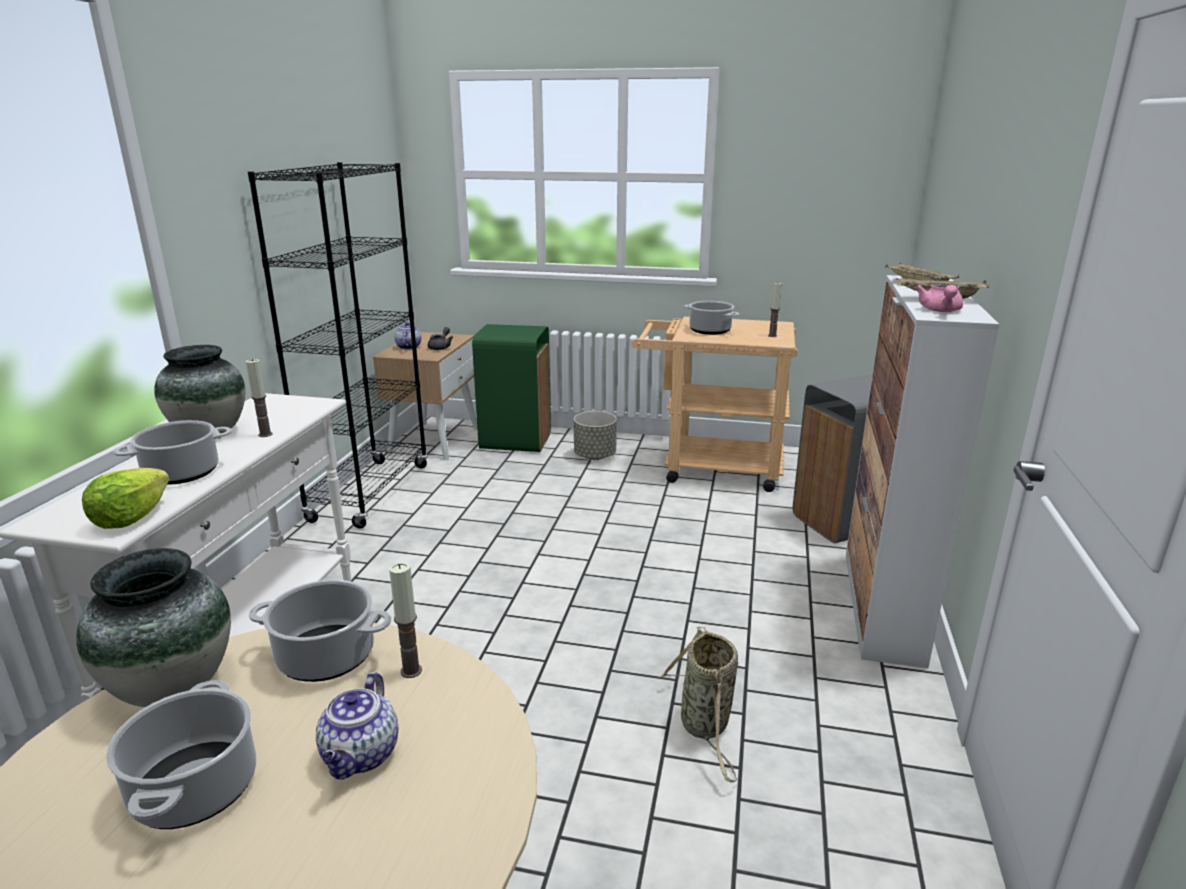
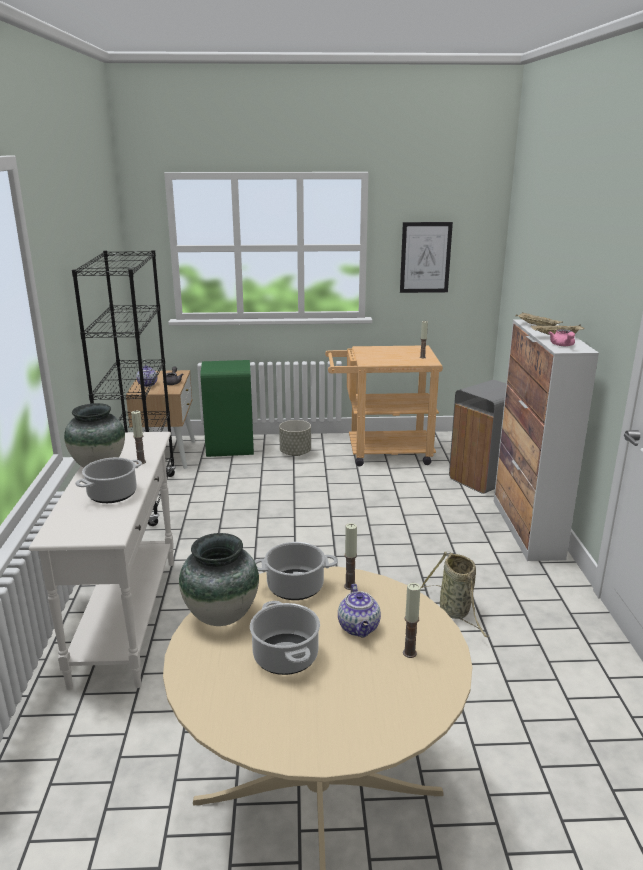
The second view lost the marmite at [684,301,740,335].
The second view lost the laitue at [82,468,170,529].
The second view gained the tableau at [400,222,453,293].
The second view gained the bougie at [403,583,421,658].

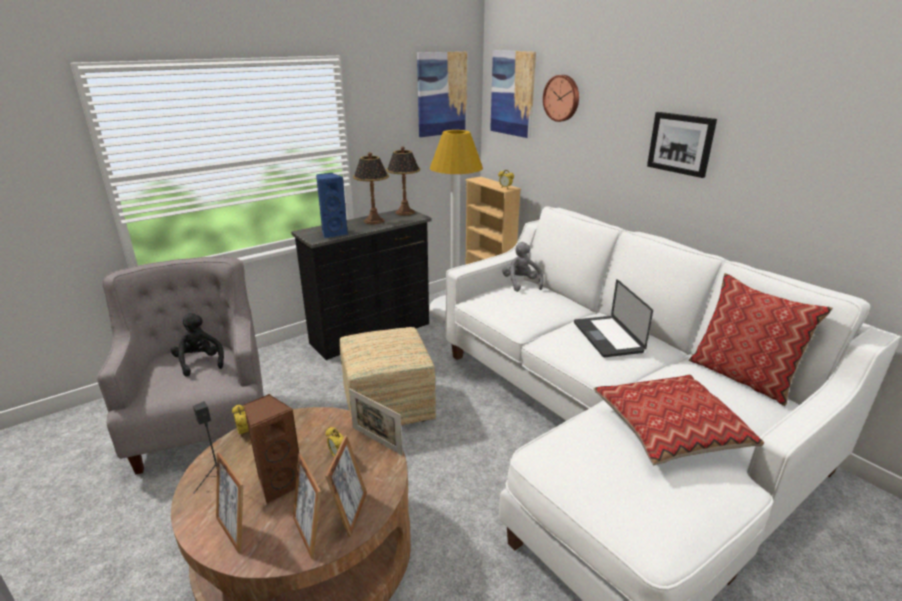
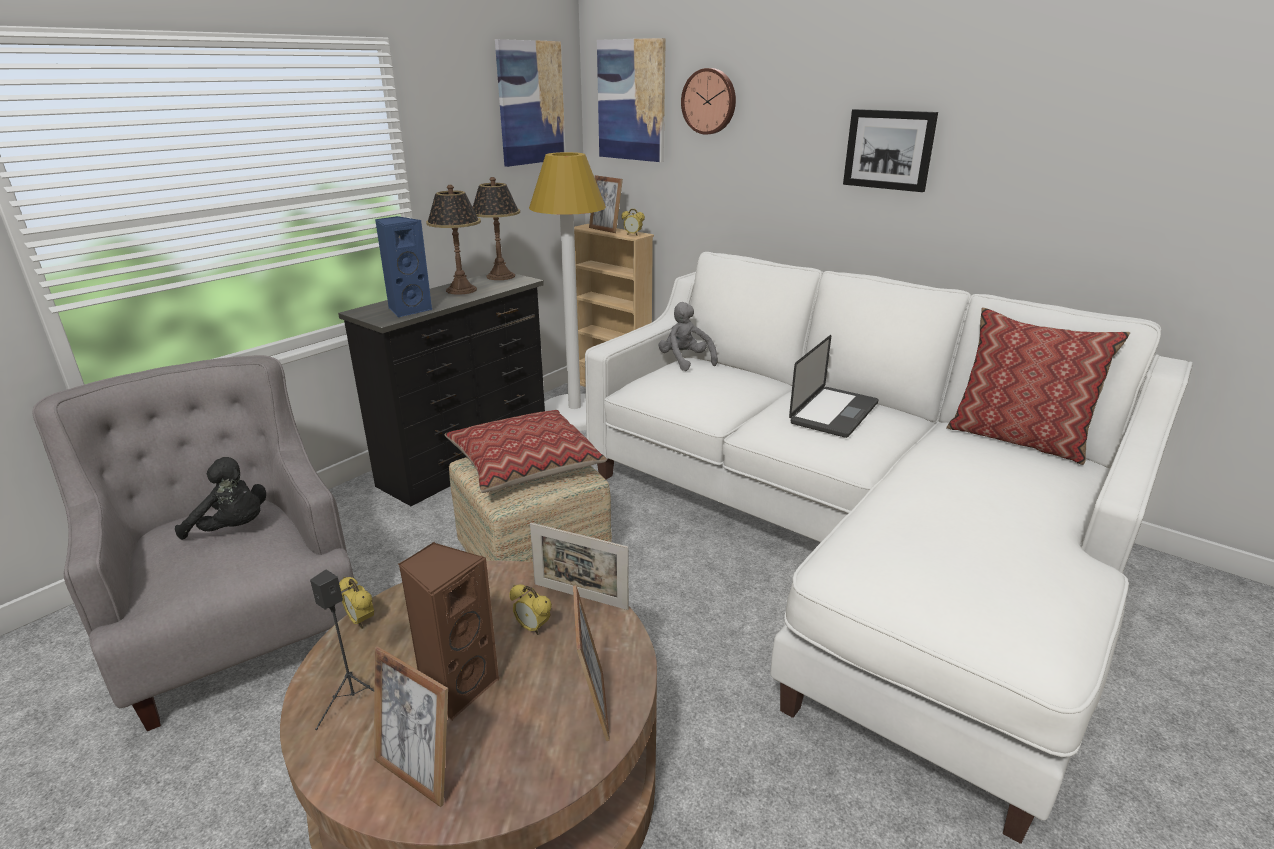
The ordinateur portable at [574,279,653,357] ended up facing another way, 120 degrees counterclockwise from before.
The peluche/noir at [171,313,224,377] ended up facing another way, 150 degrees clockwise from before.
The coussin ended up elsewhere, having gone from [593,375,764,465] to [444,410,607,493].
The cadre photo ended up elsewhere, having gone from [293,453,321,559] to [589,175,623,233].

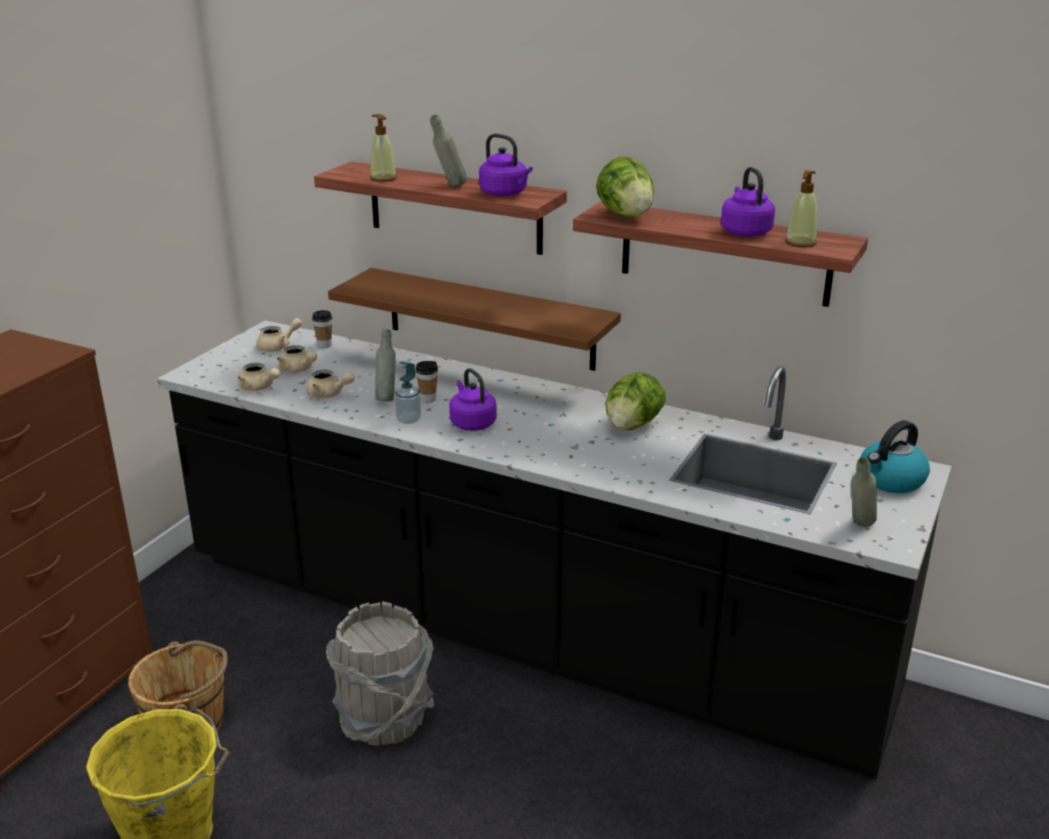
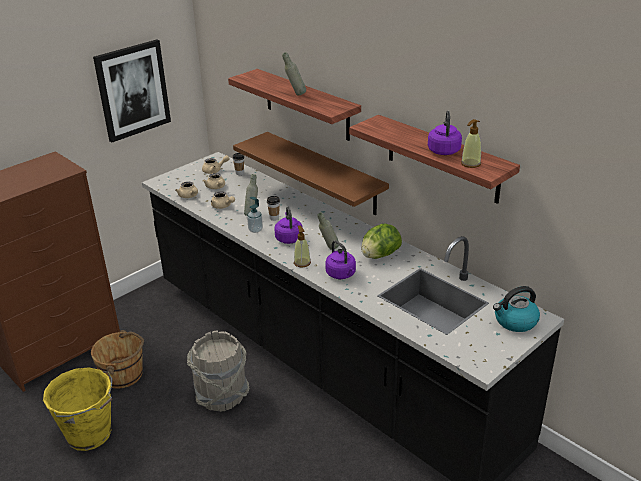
The distributeur de savon ended up elsewhere, having gone from [370,114,397,182] to [294,225,311,268].
The bouilloire/violet ended up elsewhere, having gone from [479,134,533,196] to [325,240,356,279].
The second view lost the laitue at [596,156,654,218].
The bouteille/gris ended up elsewhere, having gone from [851,457,877,527] to [317,212,339,250].
The second view gained the tableau at [93,39,171,142].

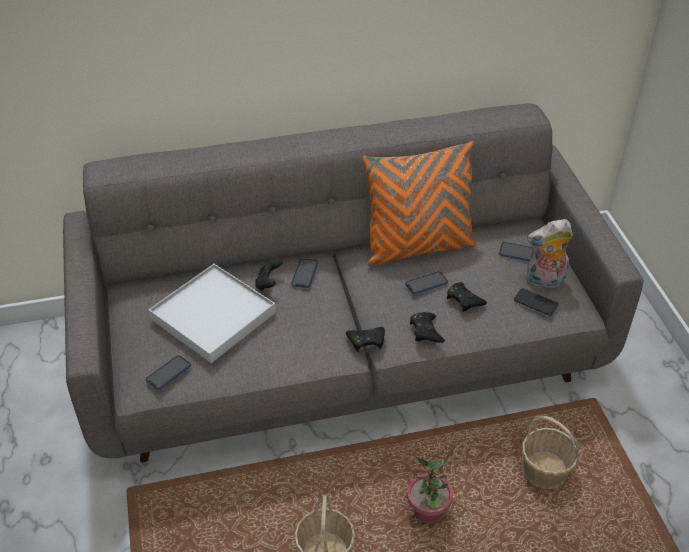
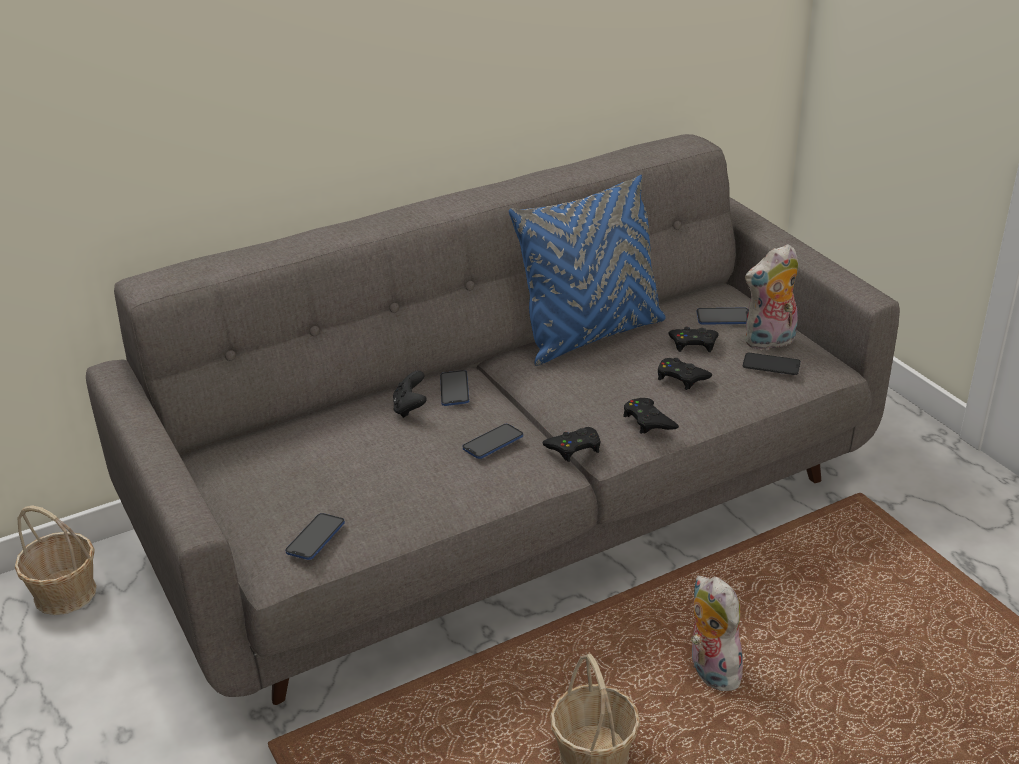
What was the coussin/orange at [362,141,476,266] turned into the coussin/bleu at [509,175,666,366].
The second view lost the plateau/blanc at [149,264,276,363].
The téléphone ended up elsewhere, having gone from [405,271,448,294] to [462,424,523,459].
The panier ended up elsewhere, having gone from [522,415,579,489] to [15,505,97,615].
Where the plante en pot stood at [407,457,453,523], the peluche came to stand at [691,576,747,691].
The second view gained the manette/noir at [668,327,719,352].

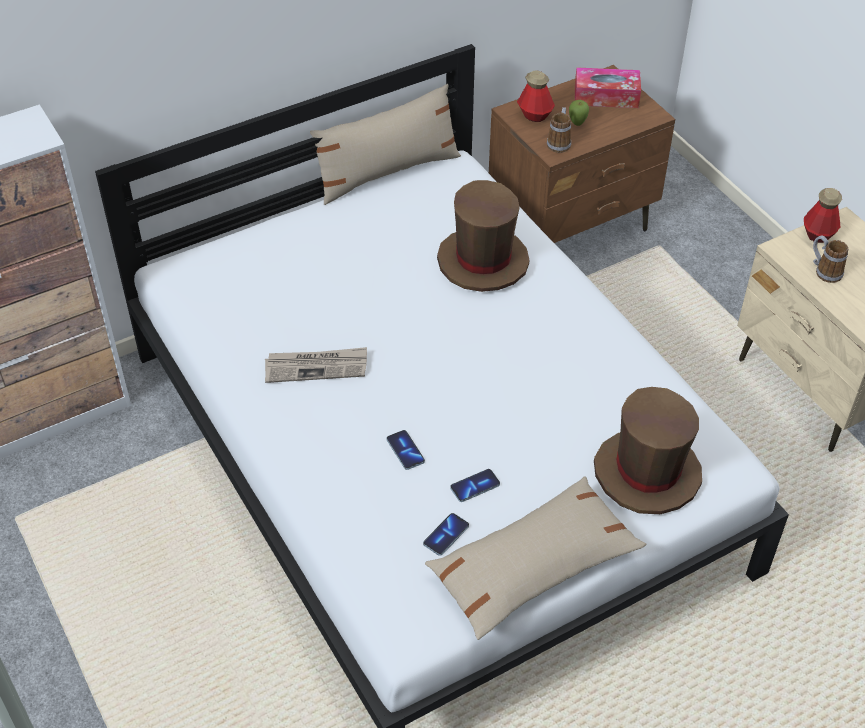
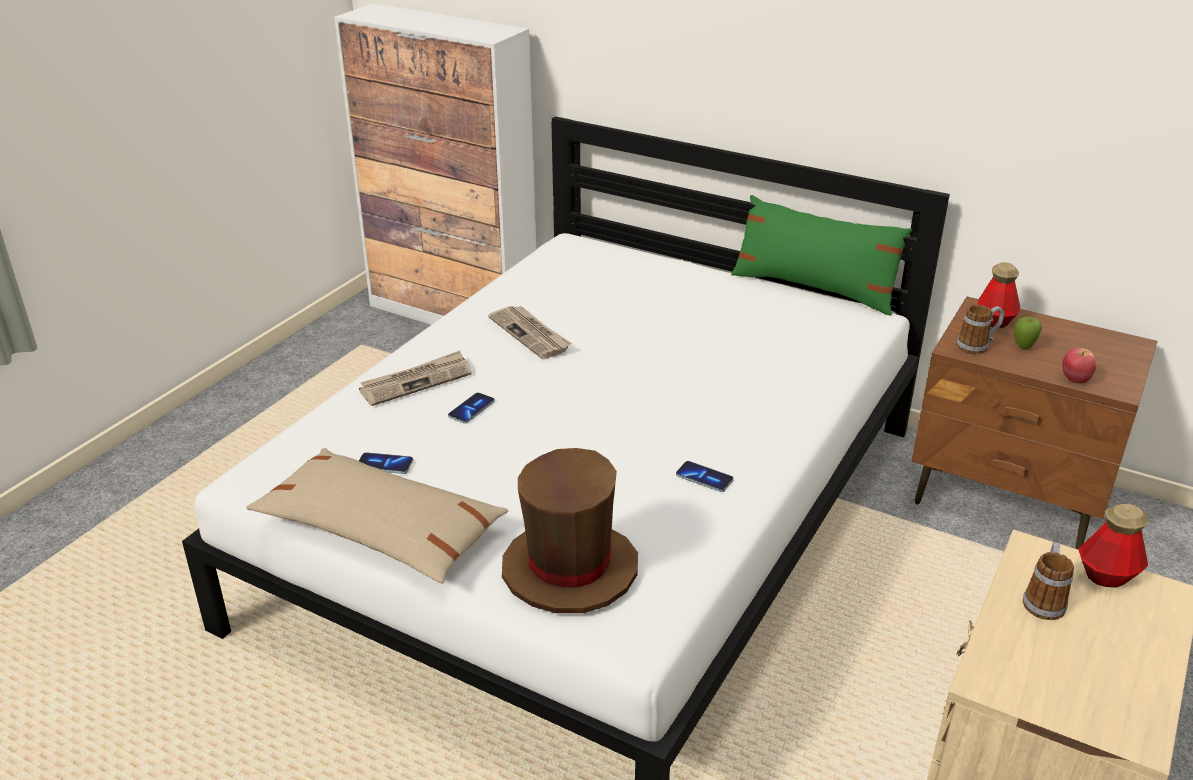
The second view lost the boîte à mouchoirs at [575,67,641,108].
What was the coussin/beige at [310,84,461,205] turned into the coussin/vert at [731,195,912,316].
The second view lost the chapeau/marron at [437,180,530,292].
The téléphone ended up elsewhere, having gone from [450,469,500,502] to [676,461,733,492].
The second view gained the pomme at [1062,348,1096,384].
The second view gained the journal at [359,350,472,406].

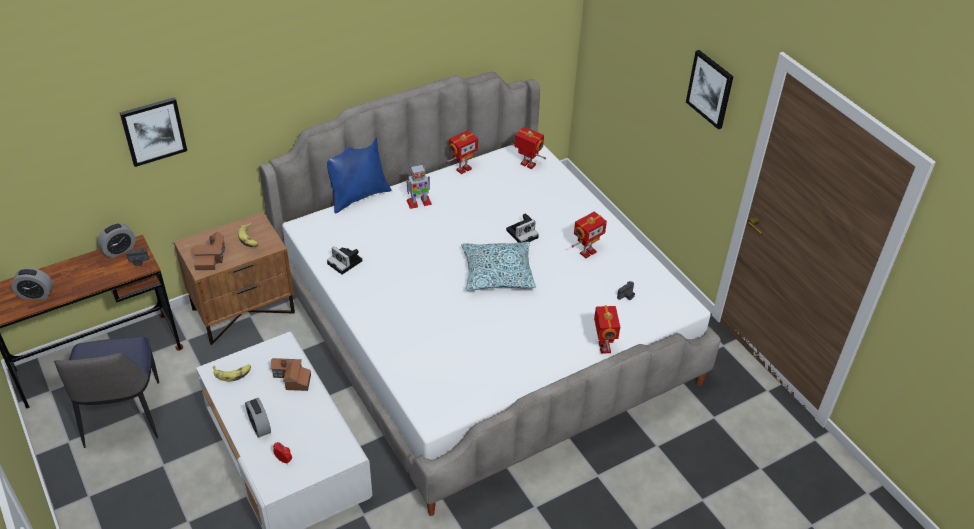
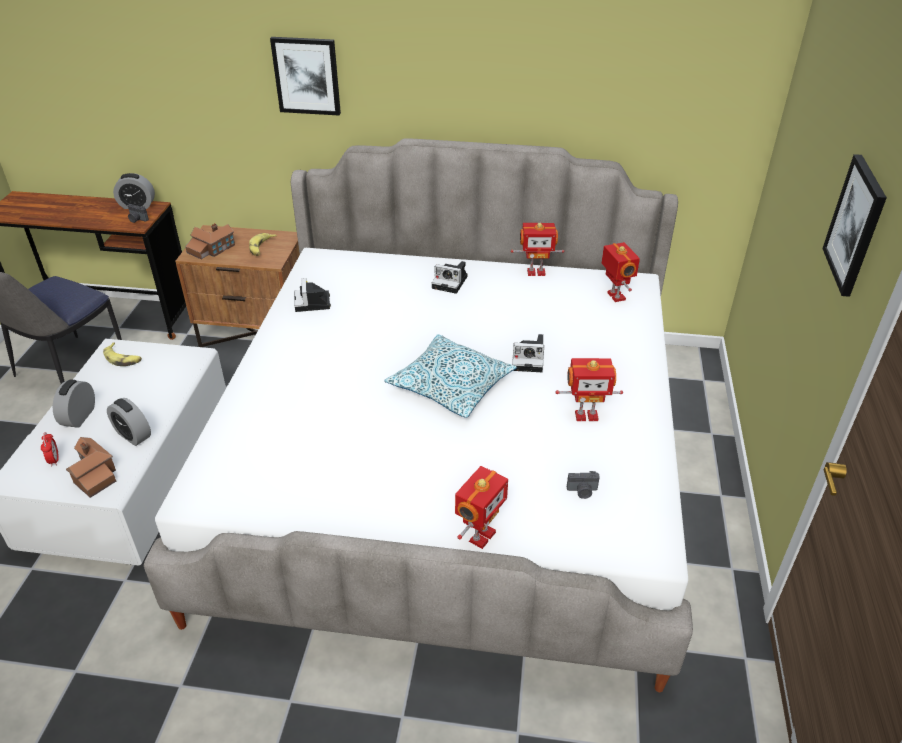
The tableau ended up elsewhere, having gone from [120,97,187,167] to [270,37,341,115].
The second view lost the coussin/bleu at [327,137,392,214].
Where the robot jouet stood at [406,164,432,209], the appareil photo came to stand at [432,261,467,294].
The réveil ended up elsewhere, having gone from [11,268,53,300] to [107,398,151,446].
The maison miniature ended up elsewhere, having gone from [271,358,311,391] to [66,437,116,498].

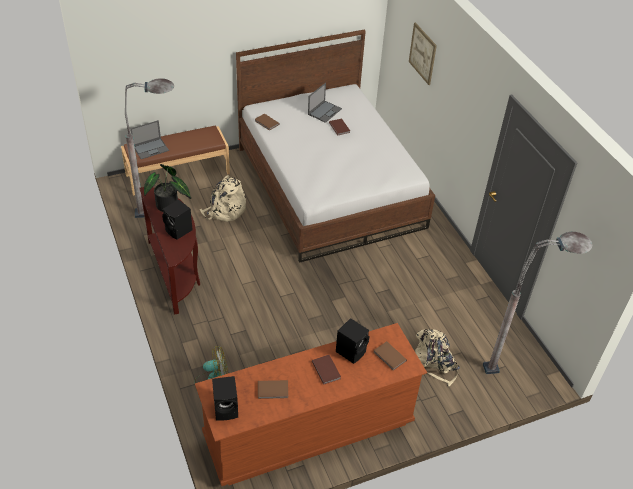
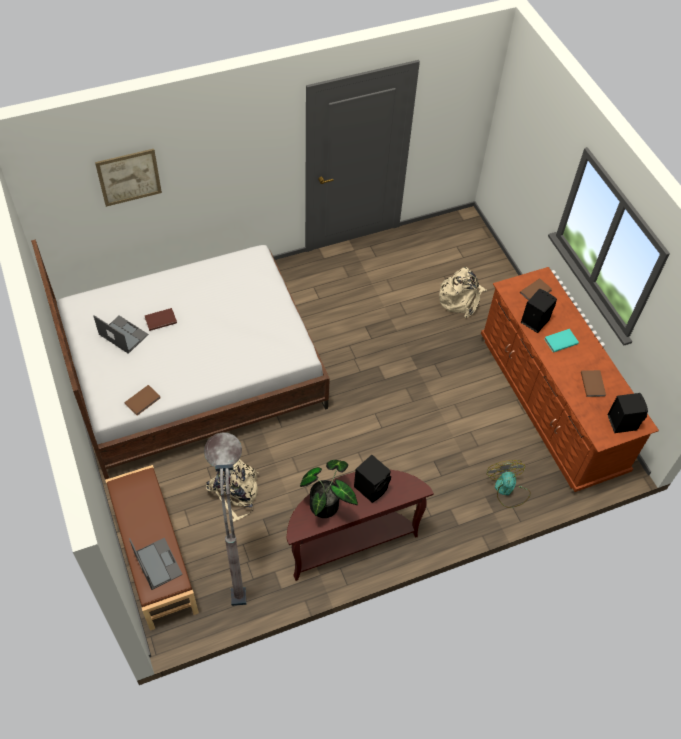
The second view lost the lampadaire/gris at [483,232,593,374].
What was the livre/marron at [312,355,341,384] turned into the livre/turquoise at [545,329,579,353].

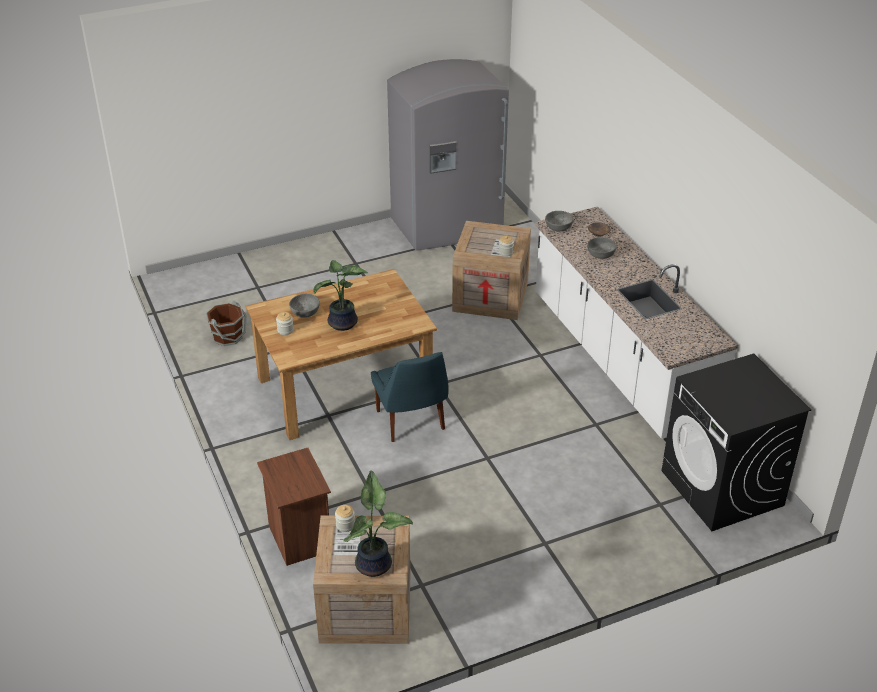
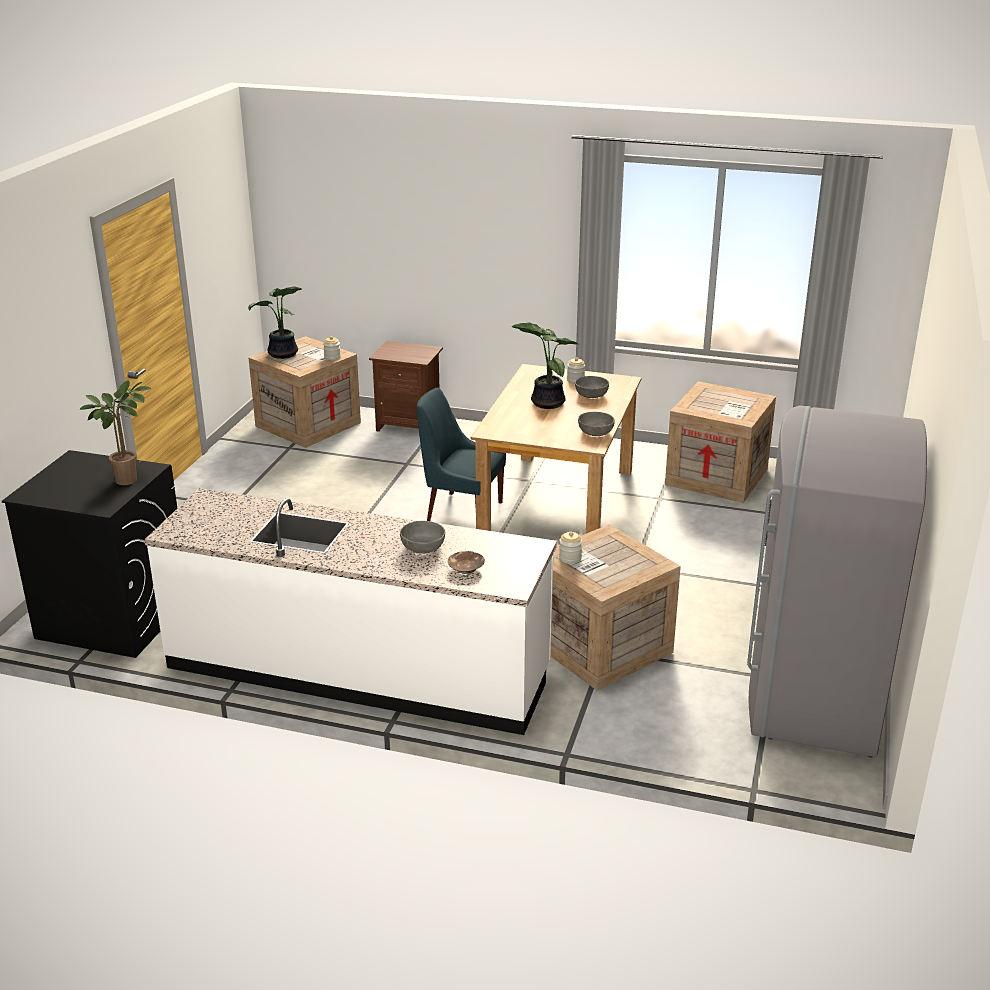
The bol/gris ended up elsewhere, having gone from [545,211,574,231] to [578,412,615,436].
Where the seau/marron stood at [206,301,247,346], the caisse came to stand at [665,381,776,503].
The second view gained the plante en pot at [79,381,152,485].

